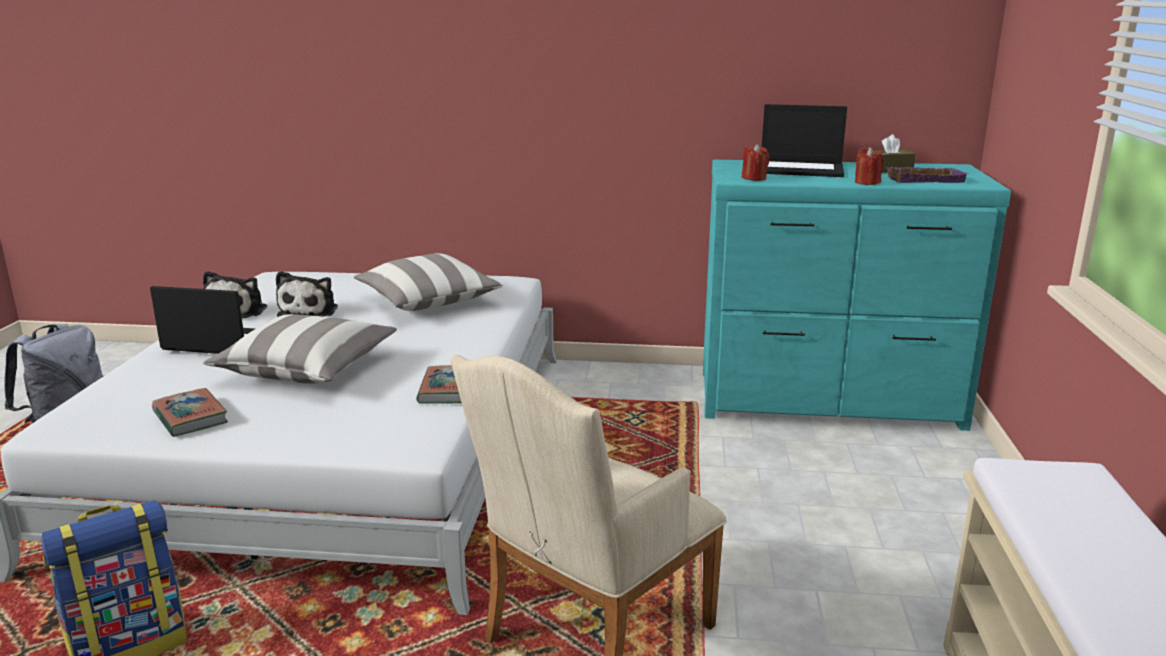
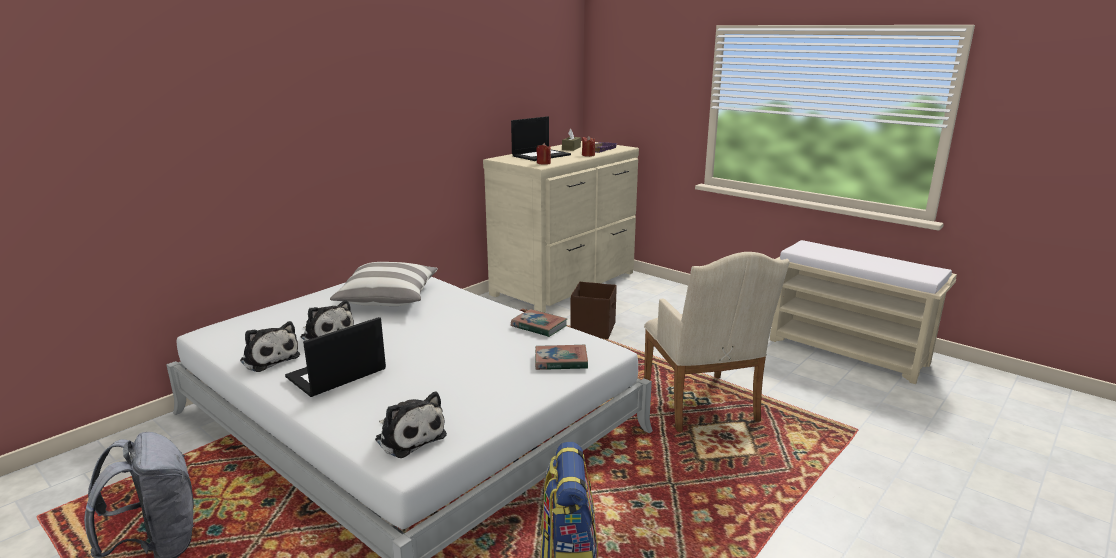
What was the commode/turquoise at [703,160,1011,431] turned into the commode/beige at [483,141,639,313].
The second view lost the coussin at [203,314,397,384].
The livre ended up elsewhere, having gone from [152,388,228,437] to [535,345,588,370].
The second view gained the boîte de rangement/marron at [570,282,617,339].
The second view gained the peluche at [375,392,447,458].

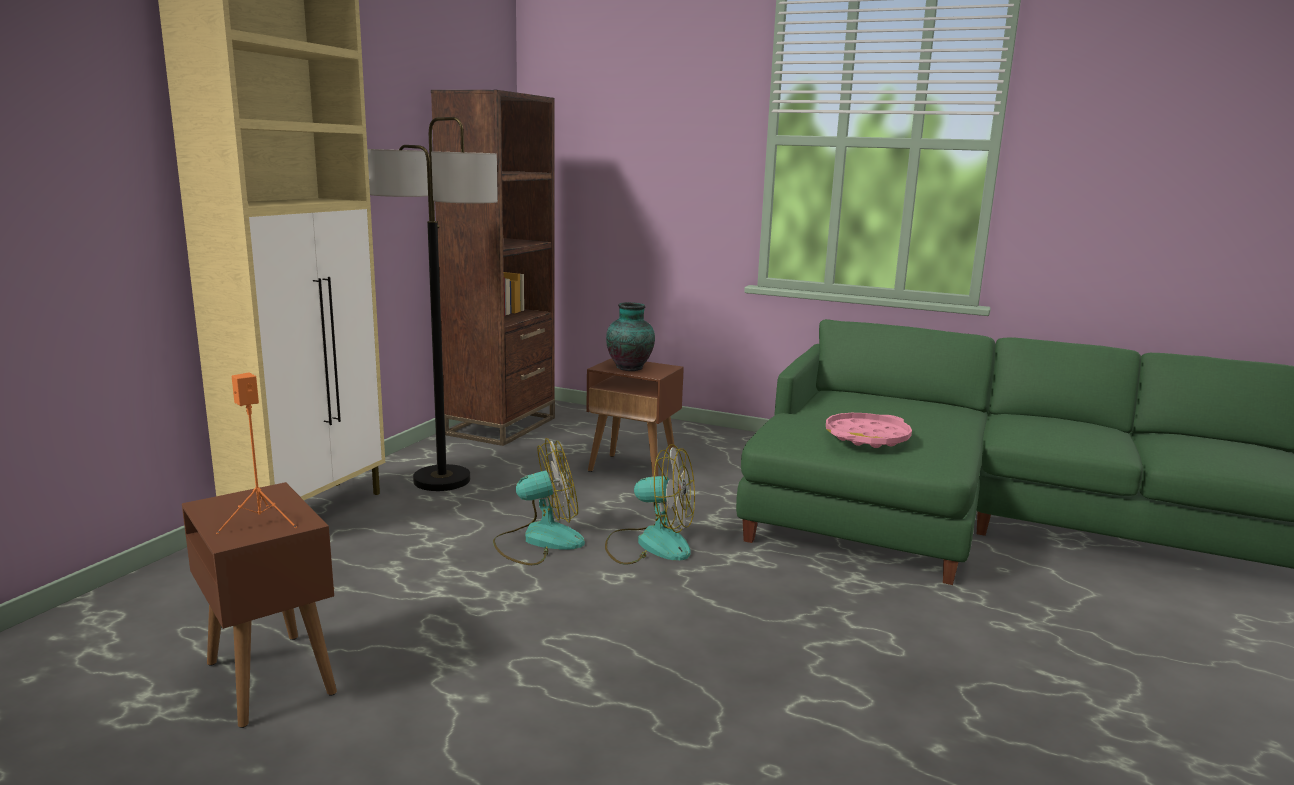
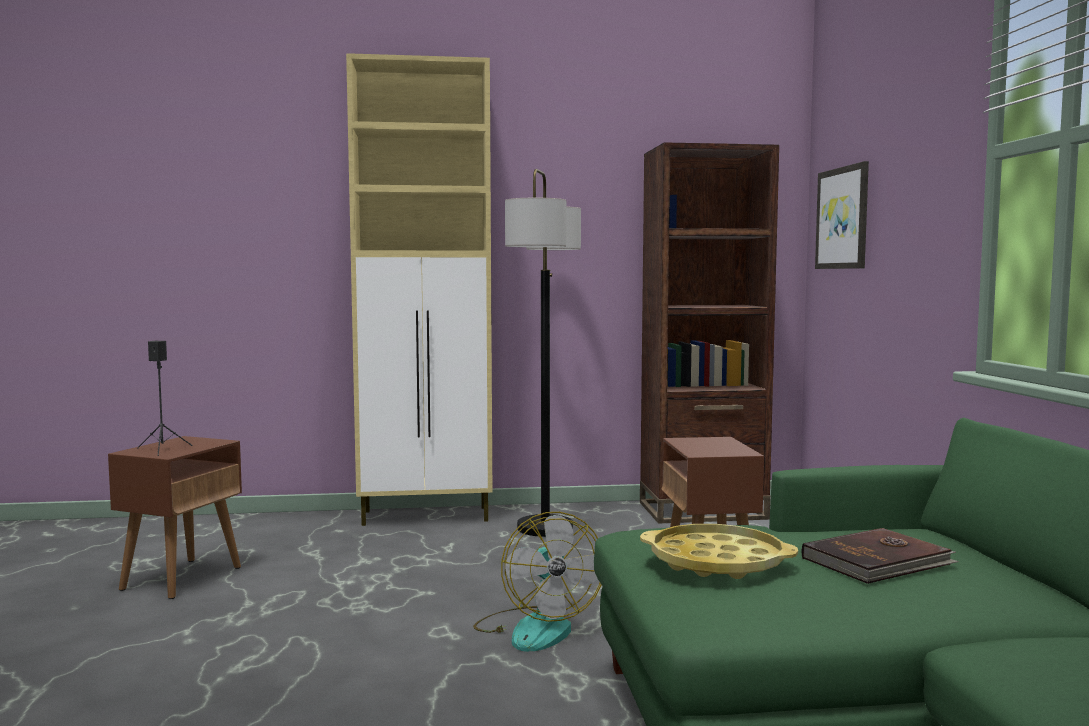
The second view lost the vase at [606,302,655,371].
What was the enceinte/orange at [216,372,297,534] turned into the enceinte/noir at [138,341,192,456].
What was the plateau/rose at [826,413,912,448] turned into the plateau/jaune at [640,524,798,579].
The second view lost the ventilateur at [493,438,585,565].
The second view gained the tableau at [815,161,869,269].
The second view gained the livre/marron at [802,528,959,584].

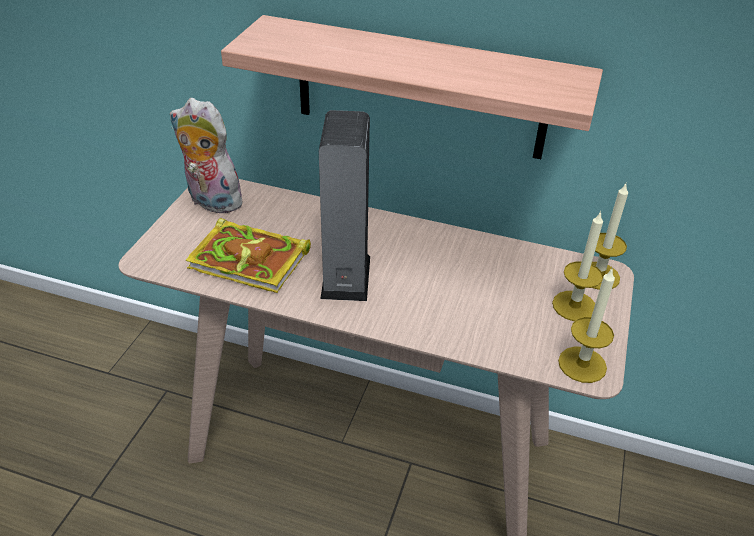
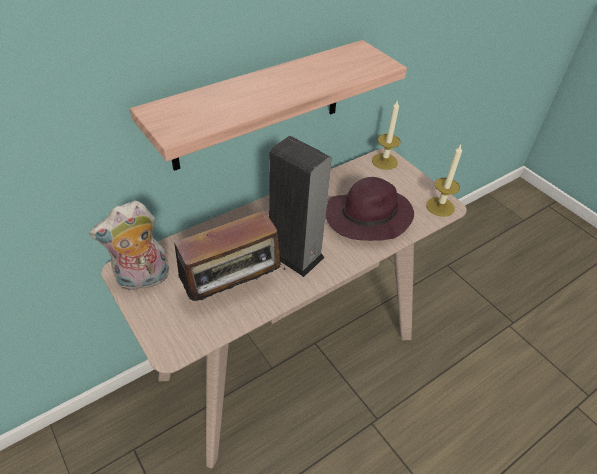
The second view lost the bougie at [552,211,603,321].
Where the livre stood at [186,218,311,293], the radio came to stand at [174,210,286,301].
The second view gained the chapeau/violet at [326,177,414,241].

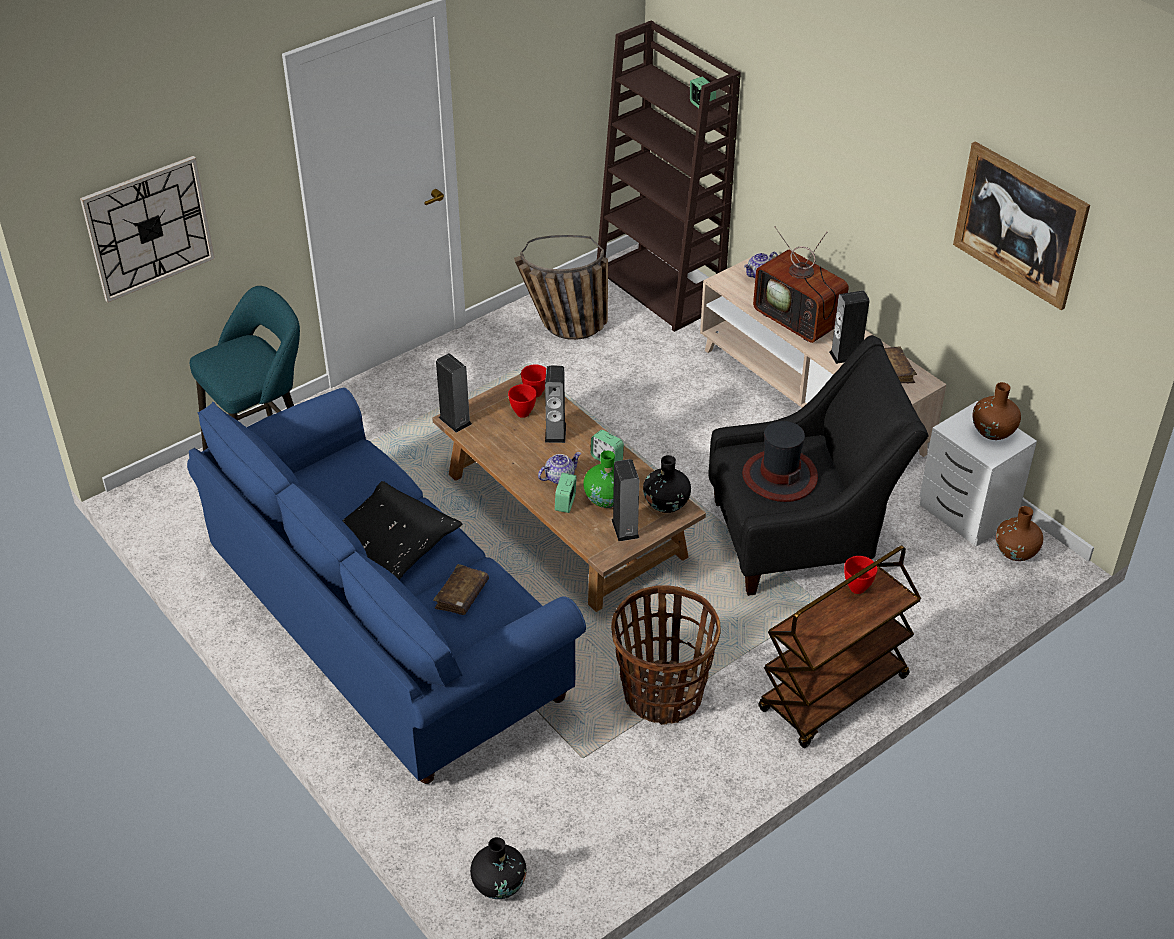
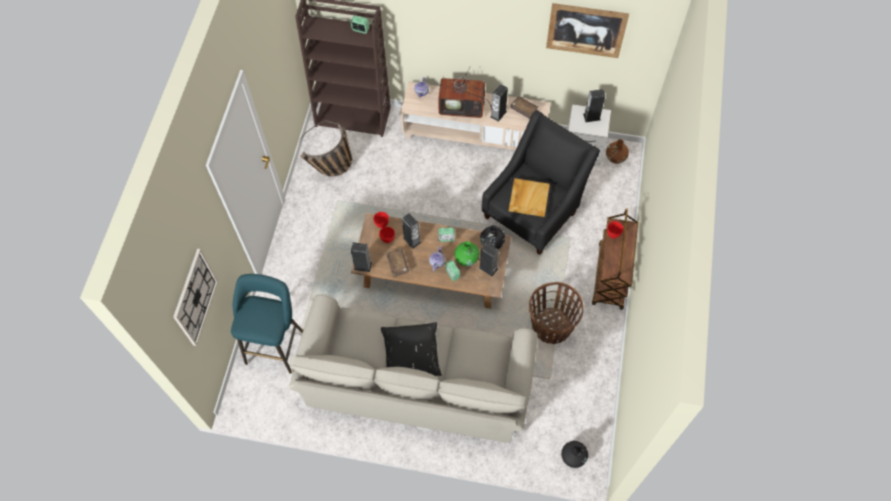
Where the vase/marron stood at [972,382,1021,440], the enceinte came to stand at [583,89,605,122].
What was the canapé/bleu at [187,387,586,784] turned into the canapé/beige at [289,294,538,443].
Where the chapeau stood at [742,421,818,502], the plateau/beige came to stand at [509,178,550,217].
The livre/marron ended up elsewhere, having gone from [433,564,489,615] to [386,249,409,278].

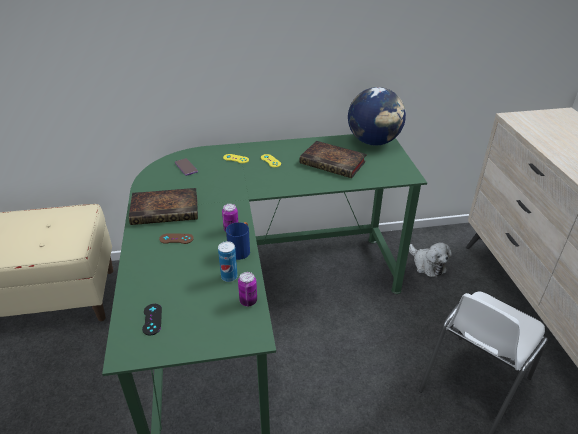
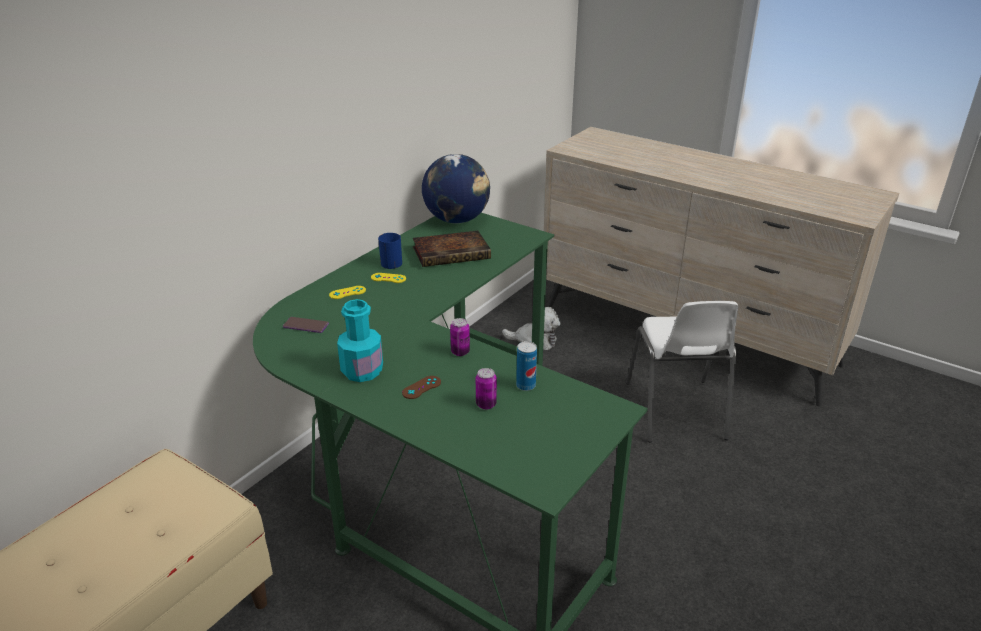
Where the livre stood at [129,188,198,225], the bouteille/turquoise came to stand at [337,299,383,382].
The mug/bleu ended up elsewhere, having gone from [226,222,250,260] to [378,233,402,269].
The boîte métallique ended up elsewhere, having gone from [238,272,257,306] to [476,368,497,410].
The second view lost the manette/noir at [142,304,162,335].

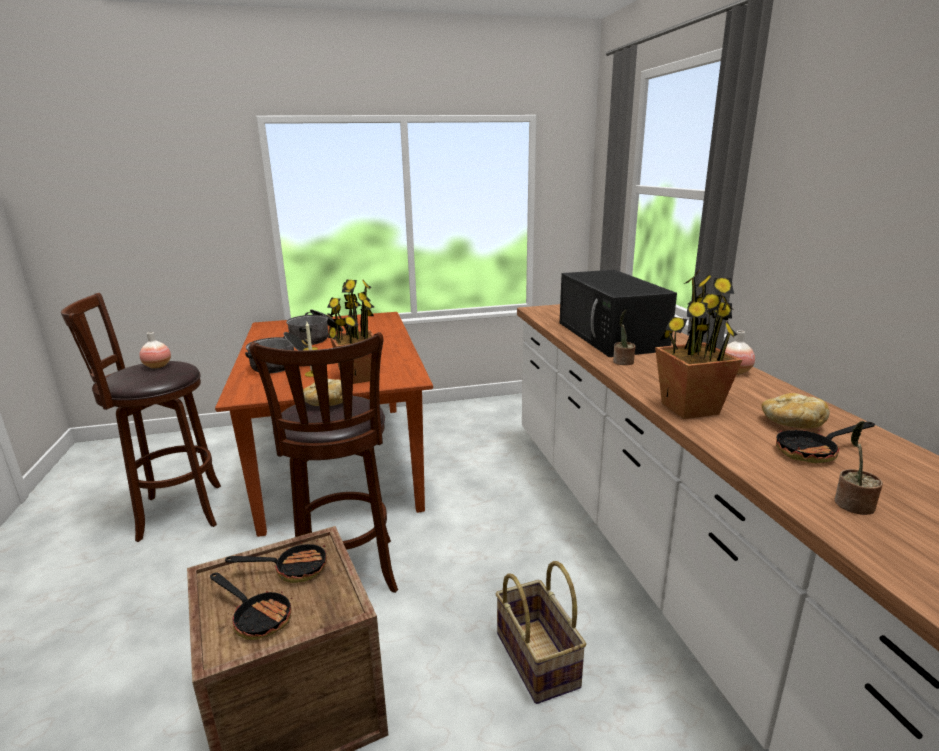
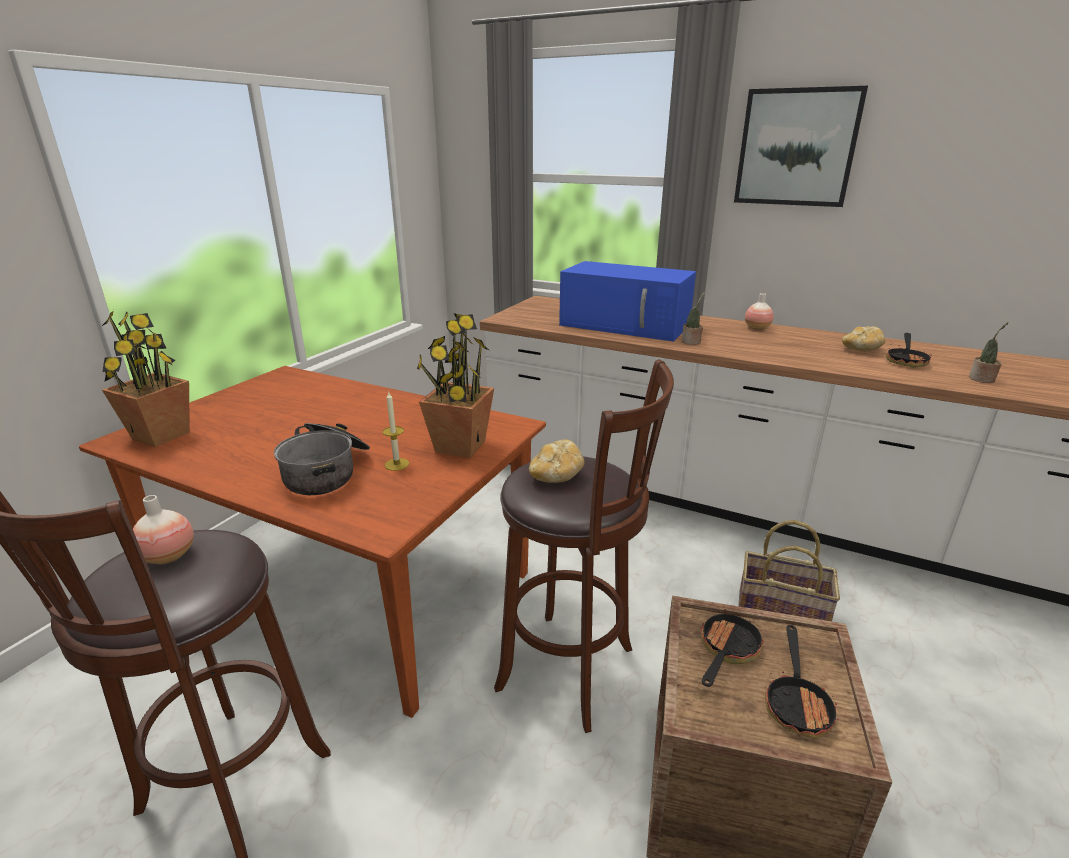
The plante en pot ended up elsewhere, having gone from [655,269,742,419] to [102,312,190,447].
What was the micro-ondes/noir at [560,270,677,357] turned into the micro-ondes/bleu at [559,261,696,342].
The second view lost the marmite at [286,310,343,345].
The poêle at [210,572,292,640] ended up facing another way, 120 degrees clockwise from before.
The second view gained the tableau at [734,86,868,207].

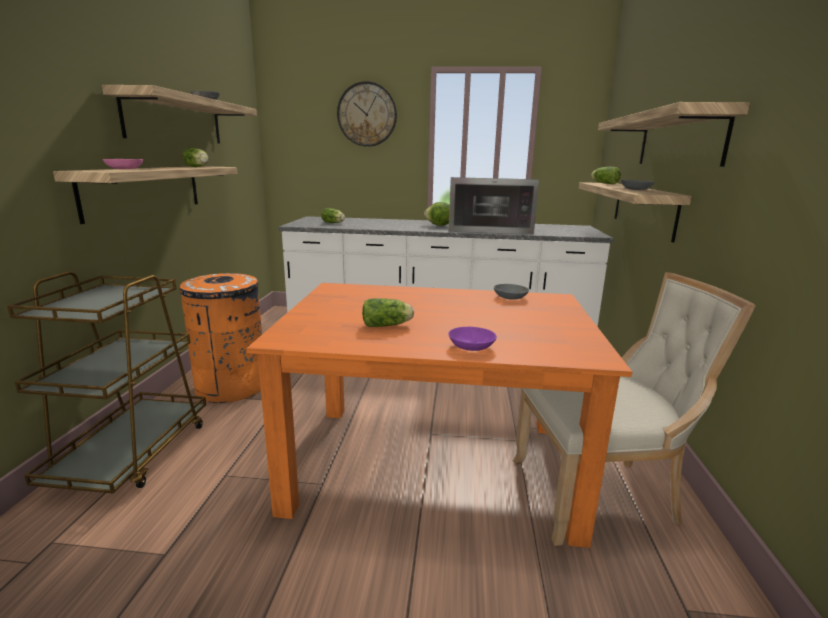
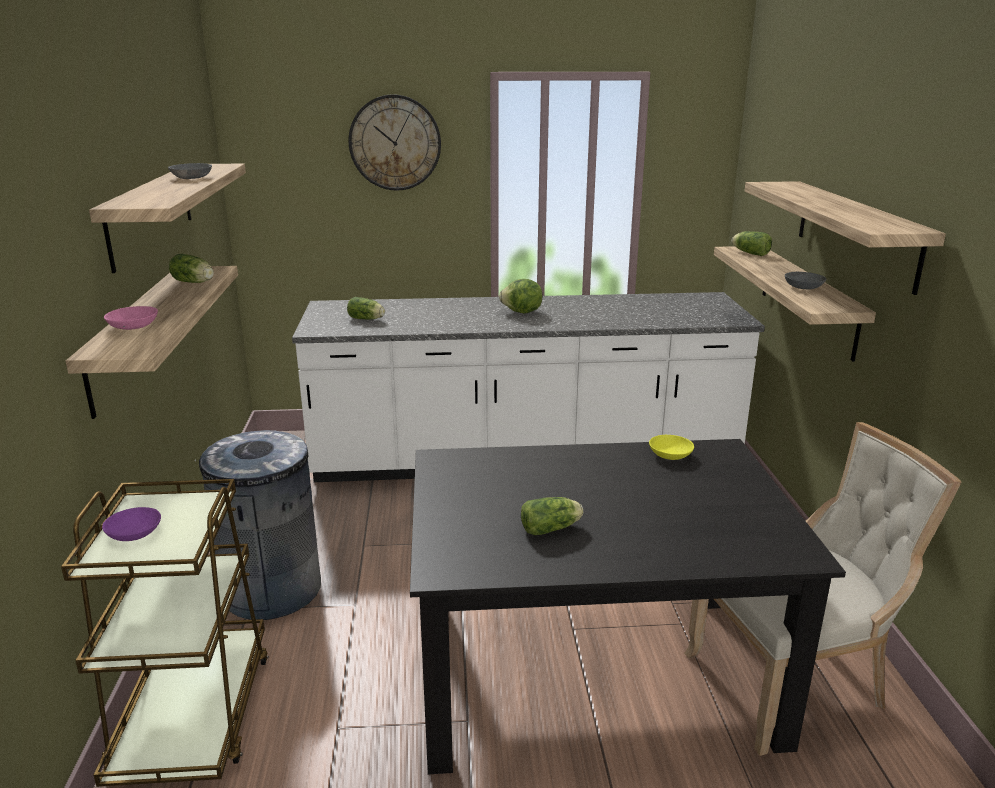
The second view lost the micro-ondes at [448,177,539,235].
What was the poubelle/orange at [179,273,262,403] turned into the poubelle/gris at [194,430,321,620].
What was the table à manger/orange at [246,283,632,548] turned into the table à manger/noir at [410,439,846,774].
What was the bol/gris at [494,284,529,300] turned into the bol/jaune at [649,435,694,460].
The bol/violet ended up elsewhere, having gone from [448,327,497,351] to [102,507,161,541].

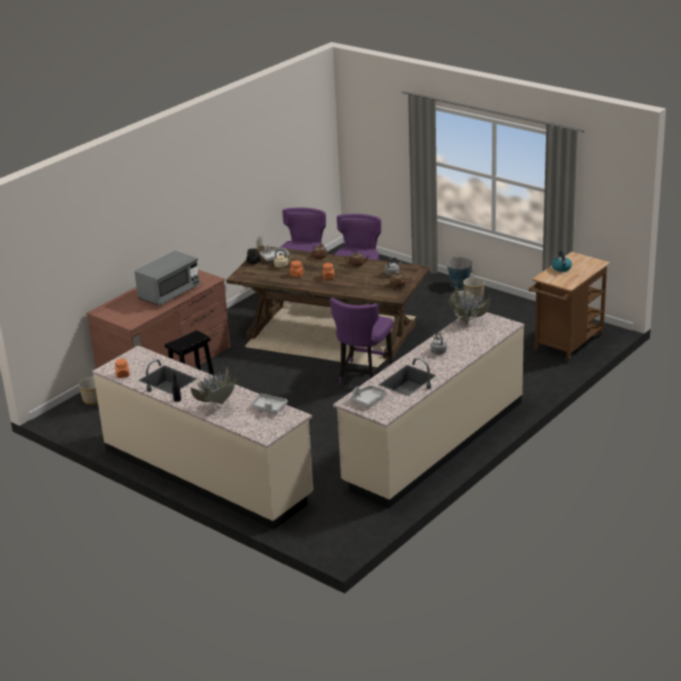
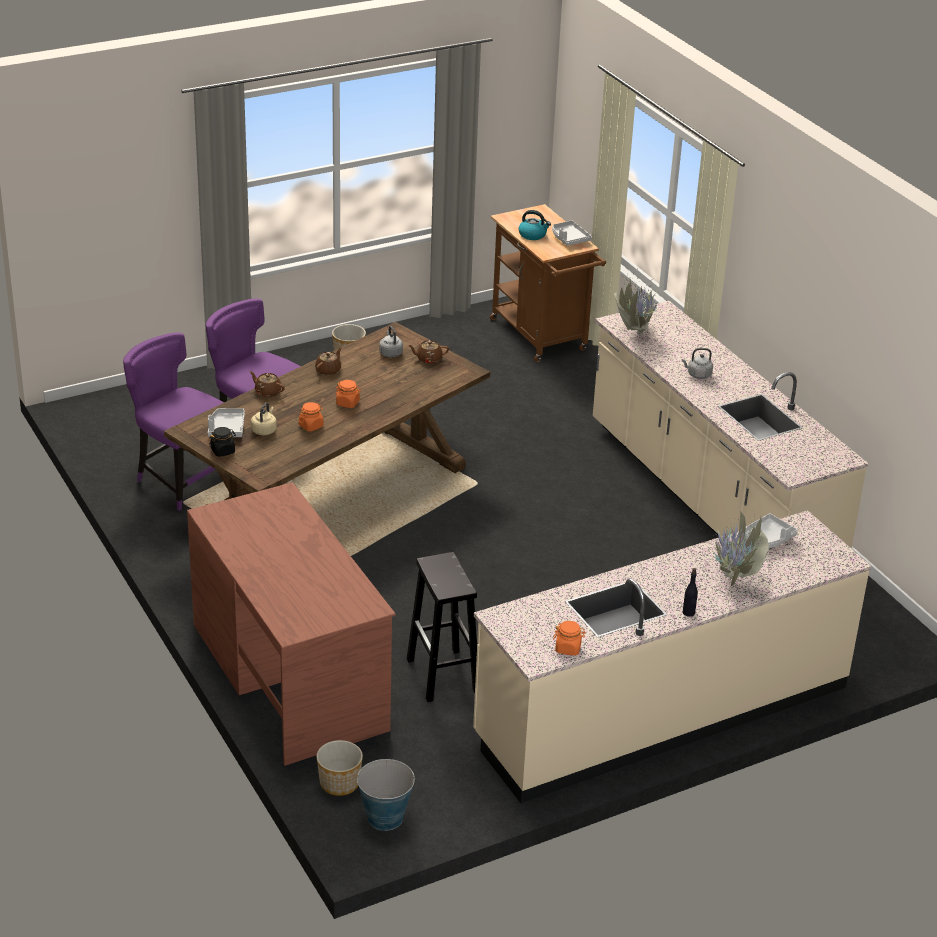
The second view lost the micro-ondes/gris at [134,251,201,305].
The seau ended up elsewhere, having gone from [447,257,473,289] to [356,759,415,831].
The second view lost the chaise/violet at [330,298,393,384].
The plateau/gris ended up elsewhere, having gone from [350,385,387,407] to [552,220,592,246].

